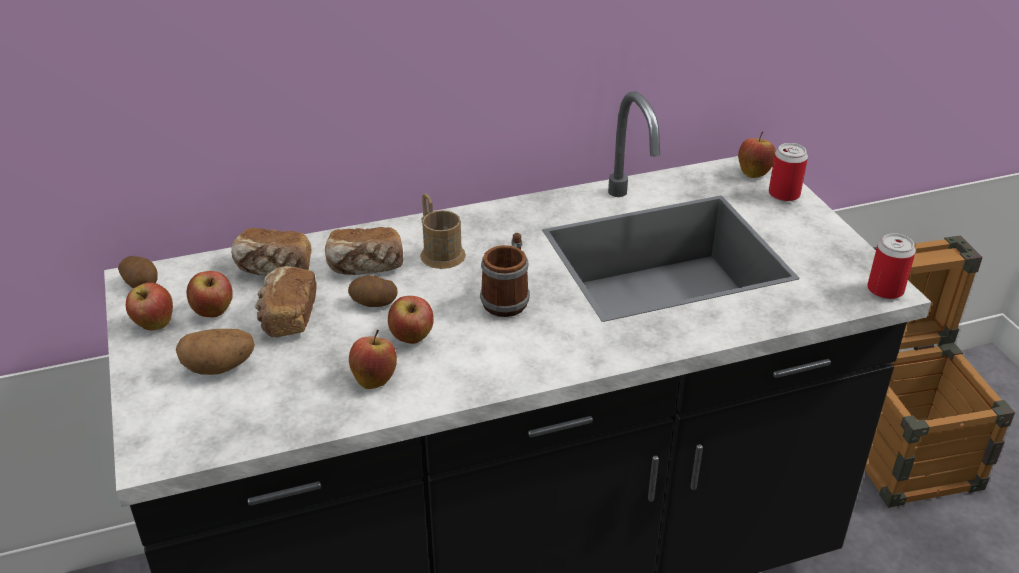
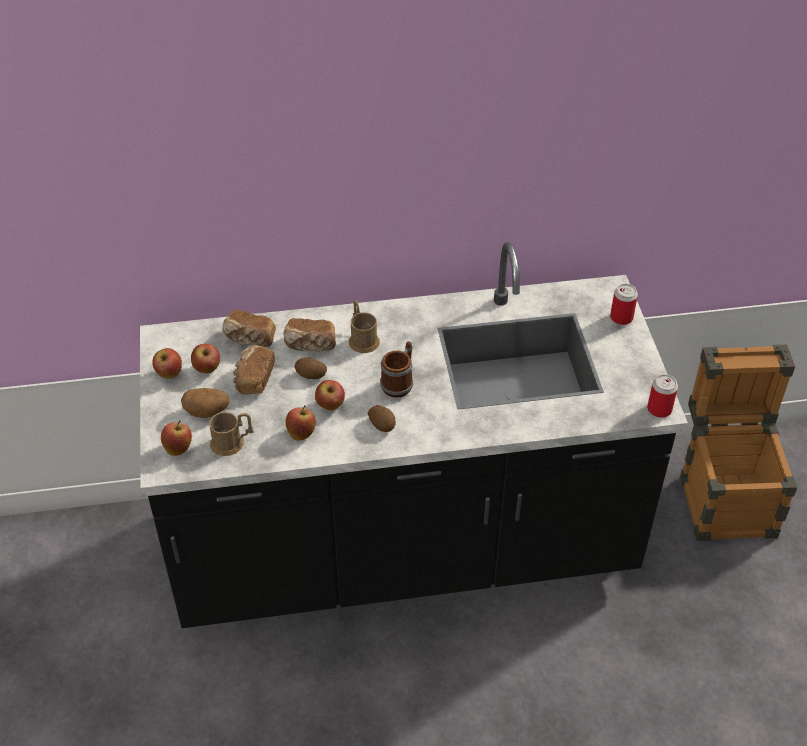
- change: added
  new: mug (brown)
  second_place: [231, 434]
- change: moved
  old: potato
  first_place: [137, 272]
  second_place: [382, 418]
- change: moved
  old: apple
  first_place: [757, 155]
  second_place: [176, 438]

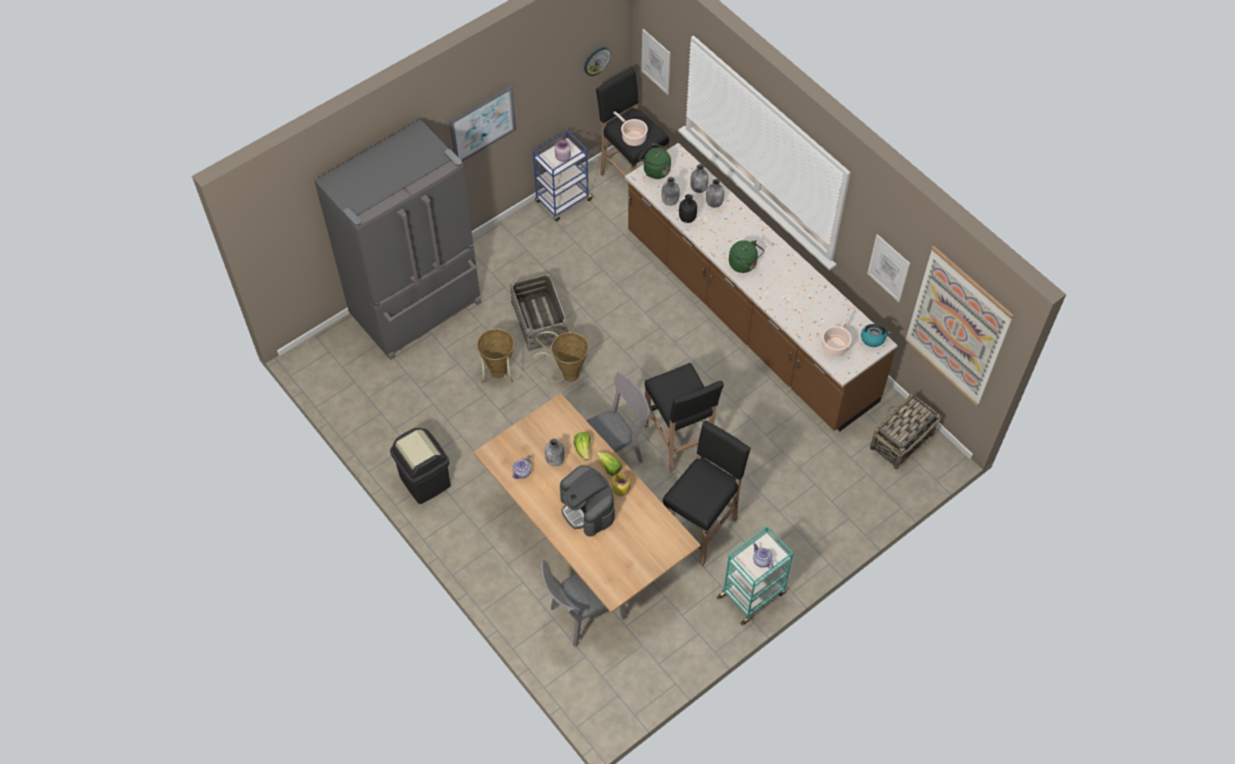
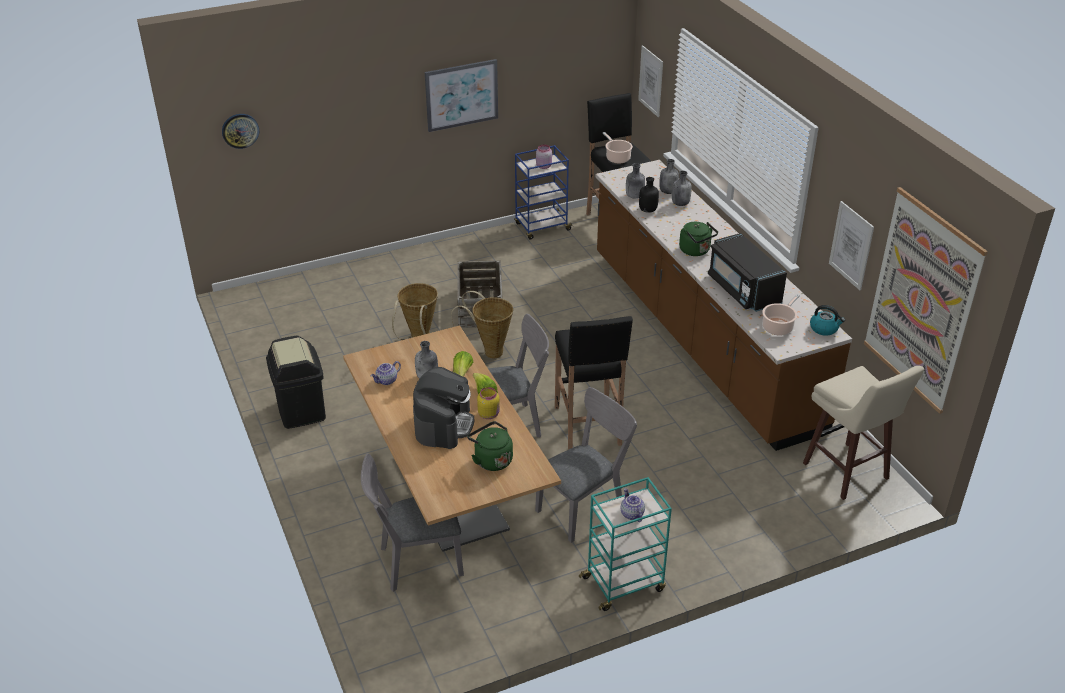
- change: removed
  old: fridge (grey)
  first_place: [397, 240]
- change: added
  new: microwave (black)
  second_place: [747, 272]
- change: moved
  old: wall clock
  first_place: [597, 61]
  second_place: [240, 131]
- change: moved
  old: kettle (green)
  first_place: [655, 161]
  second_place: [490, 446]
- change: replaced
  old: stool (black)
  new: chair (grey)
  first_place: [707, 492]
  second_place: [586, 465]
- change: replaced
  old: basket
  new: stool (beige)
  first_place: [905, 431]
  second_place: [863, 433]
- change: turned
  old: coffee machine
  first_place: [587, 500]
  second_place: [443, 408]
  degrees: -150

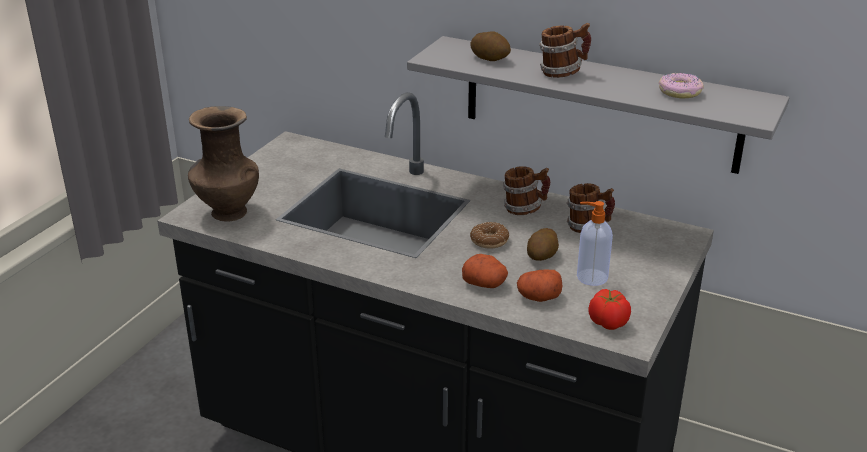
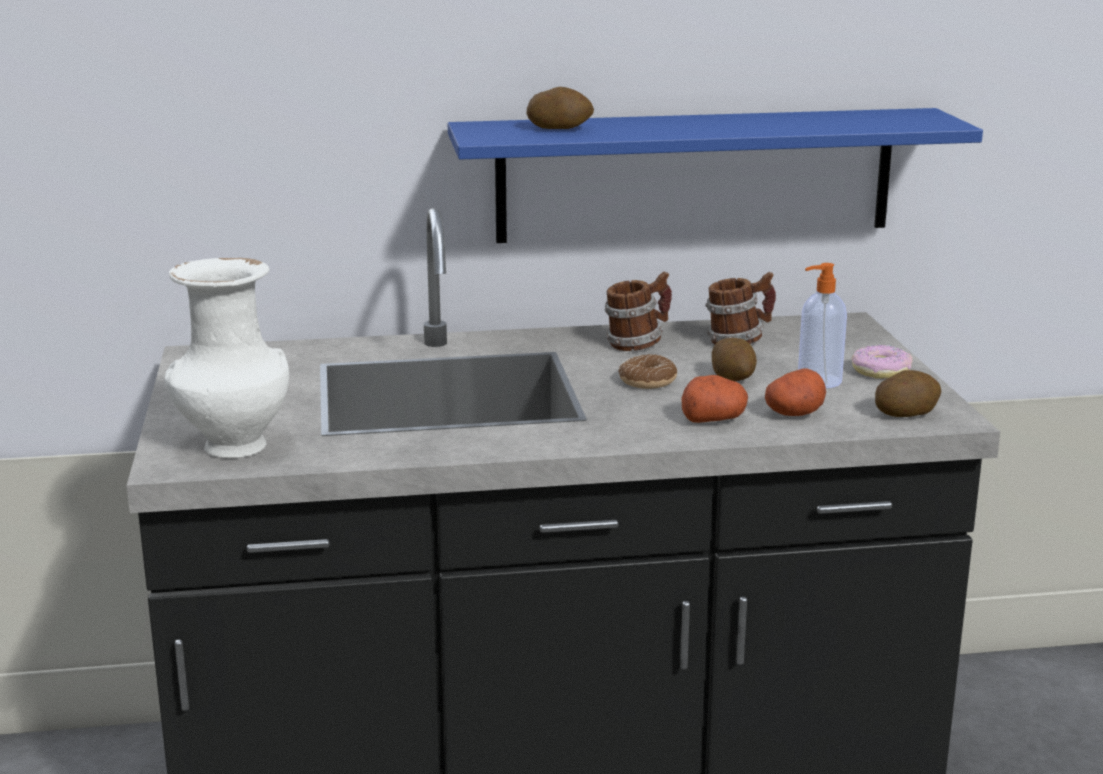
- change: removed
  old: mug
  first_place: [565, 50]
- change: moved
  old: donut
  first_place: [681, 85]
  second_place: [881, 362]
- change: replaced
  old: tomato
  new: potato
  first_place: [610, 309]
  second_place: [908, 393]
- change: recoloured
  old: vase (brown)
  new: vase (white)
  first_place: [223, 164]
  second_place: [227, 358]
- change: recoloured
  old: shelf (grey)
  new: shelf (blue)
  first_place: [598, 105]
  second_place: [715, 175]

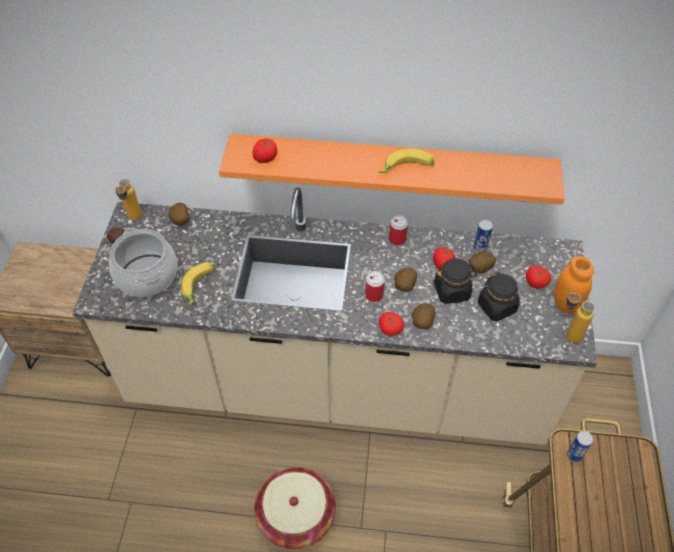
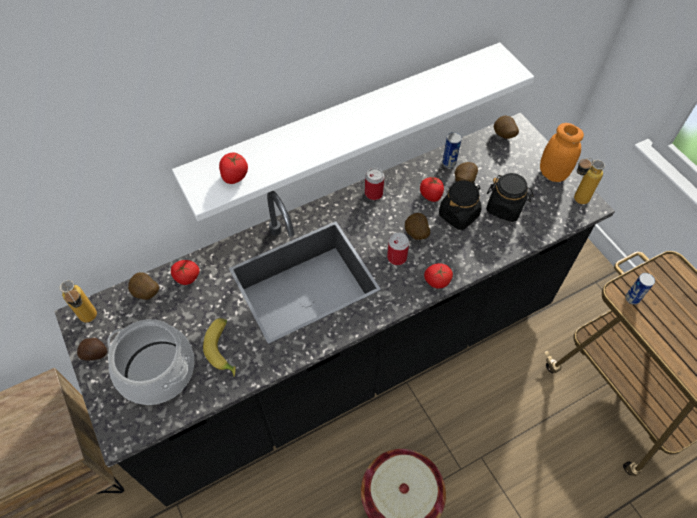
- change: removed
  old: banana
  first_place: [406, 160]
- change: moved
  old: potato
  first_place: [423, 316]
  second_place: [506, 127]
- change: moved
  old: tomato
  first_place: [538, 277]
  second_place: [185, 272]
- change: recoloured
  old: counter (beige)
  new: counter (black)
  first_place: [334, 316]
  second_place: [334, 310]
- change: recoloured
  old: shelf (orange)
  new: shelf (white)
  first_place: [392, 169]
  second_place: [353, 131]

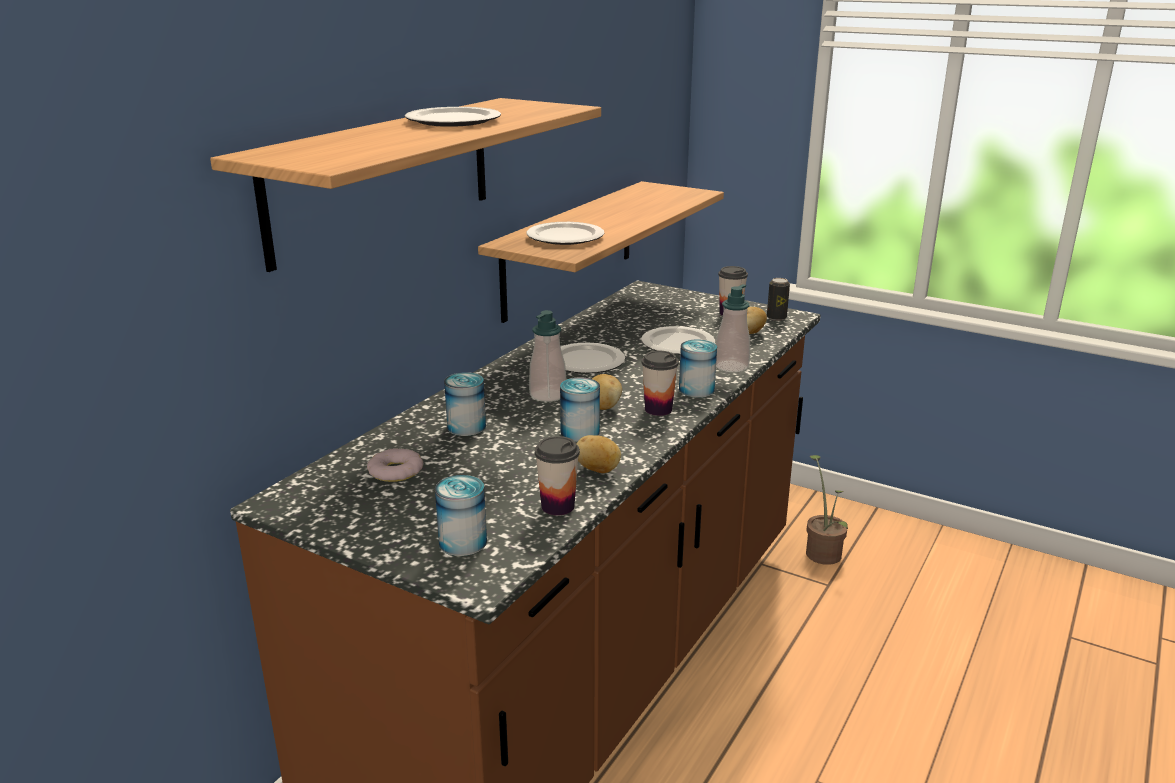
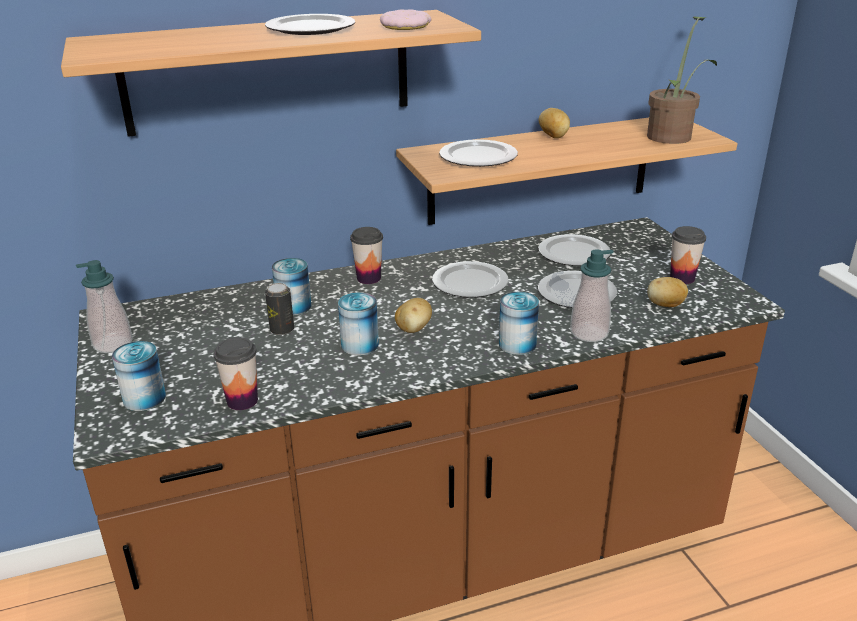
- change: added
  new: plate
  second_place: [574, 250]
- change: moved
  old: donut
  first_place: [395, 465]
  second_place: [405, 19]
- change: moved
  old: soap dispenser
  first_place: [547, 356]
  second_place: [104, 306]
- change: moved
  old: potato
  first_place: [599, 454]
  second_place: [554, 123]
- change: moved
  old: cup
  first_place: [660, 383]
  second_place: [366, 255]
- change: moved
  old: can
  first_place: [778, 299]
  second_place: [279, 309]
- change: moved
  old: potted plant
  first_place: [827, 510]
  second_place: [682, 80]

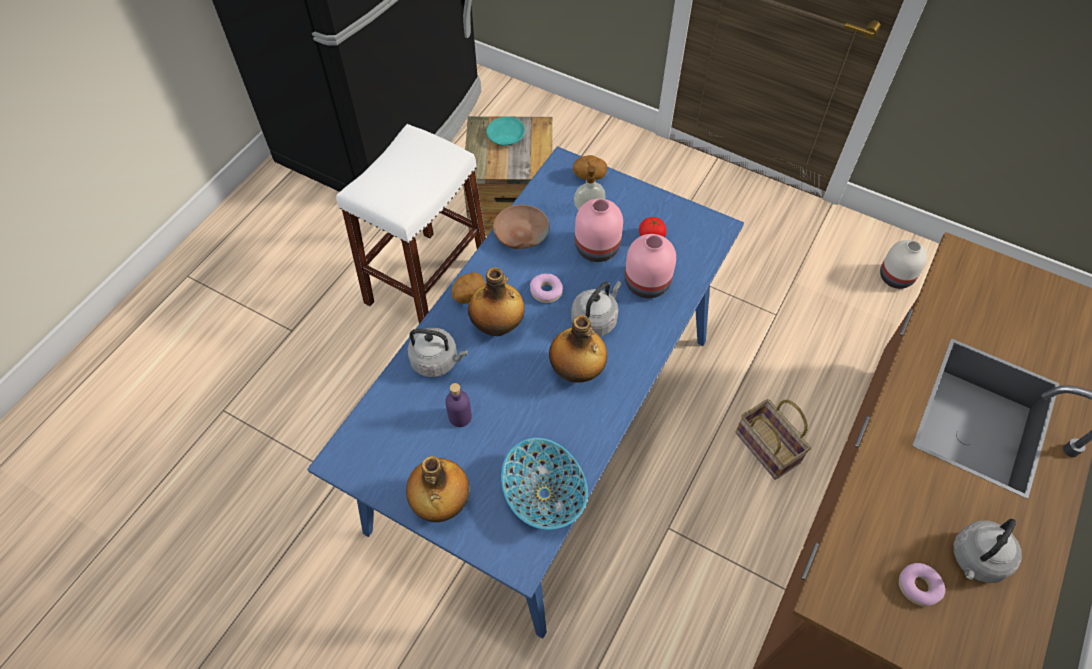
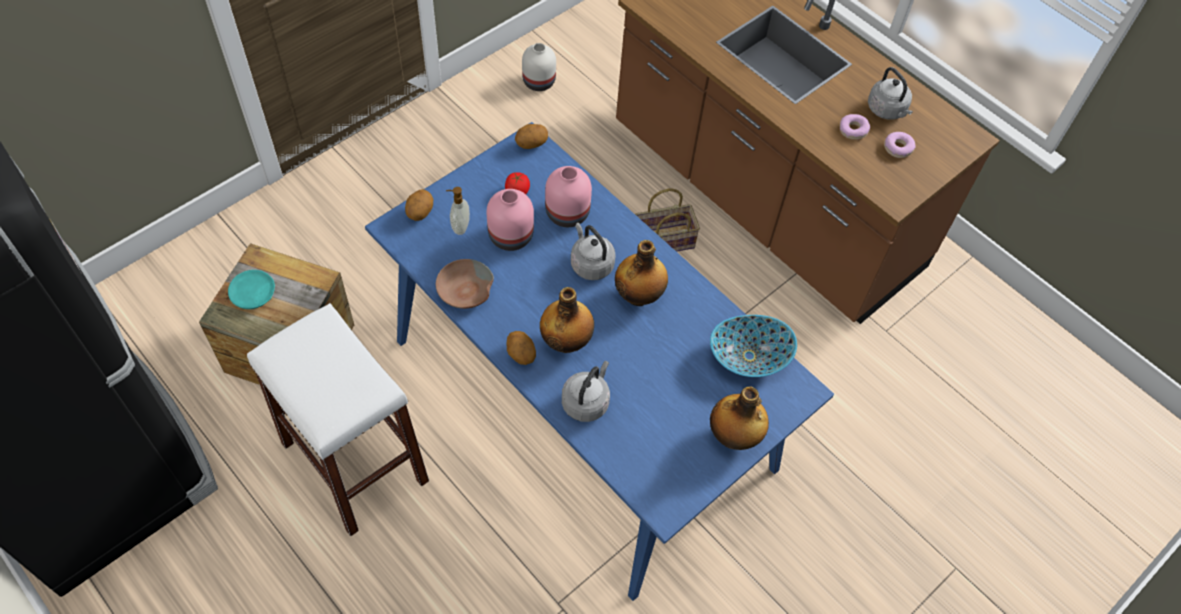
- change: removed
  old: bottle (purple)
  first_place: [458, 405]
- change: added
  new: potato
  second_place: [531, 136]
- change: moved
  old: donut
  first_place: [546, 288]
  second_place: [855, 127]

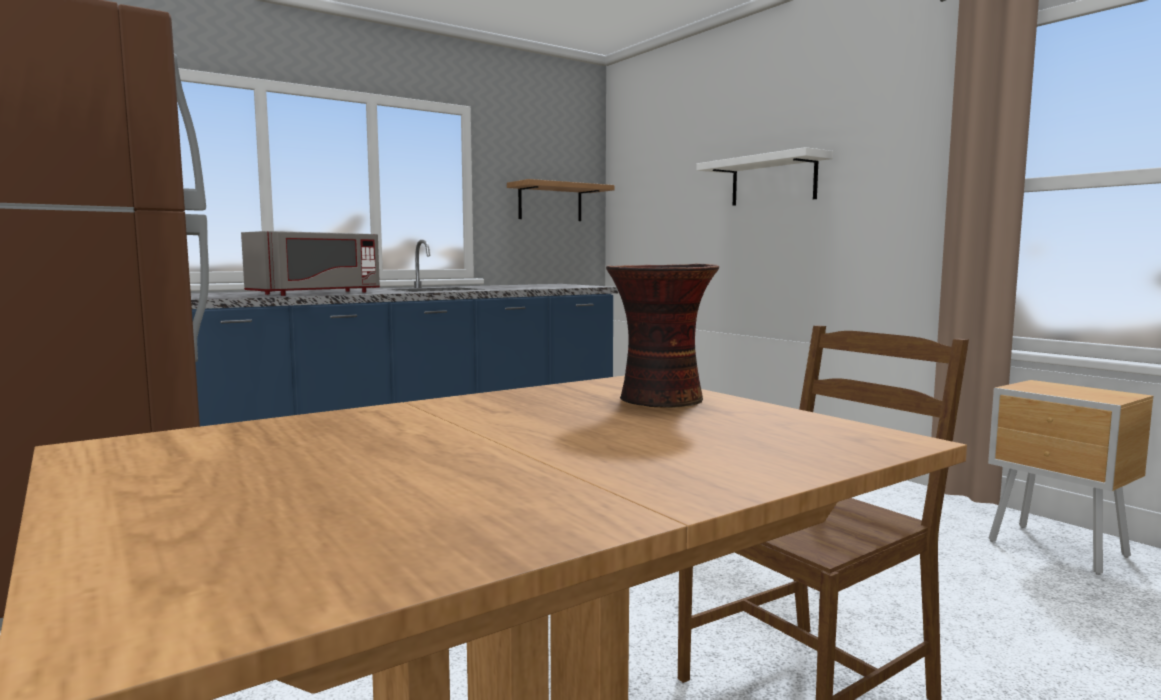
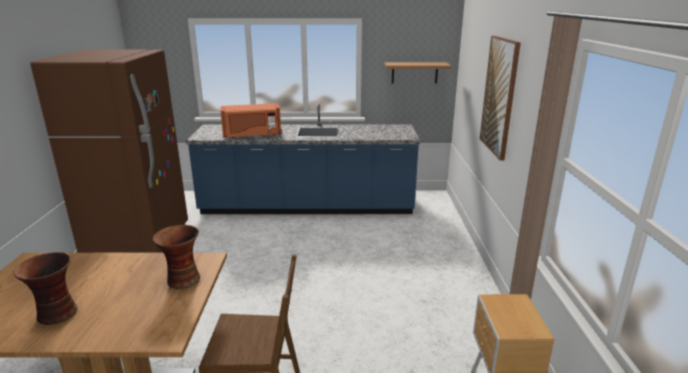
- change: added
  new: vase
  second_place: [46, 288]
- change: replaced
  old: shelf (white)
  new: picture
  first_place: [764, 176]
  second_place: [500, 98]
- change: recoloured
  old: microwave (grey)
  new: microwave (orange)
  first_place: [310, 263]
  second_place: [250, 120]

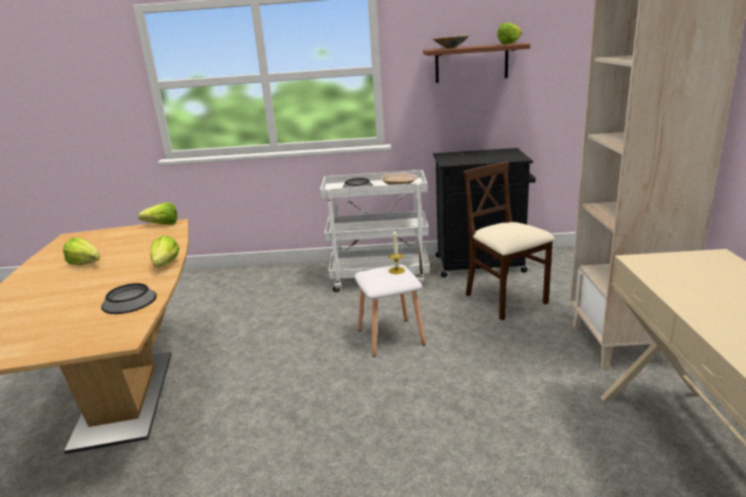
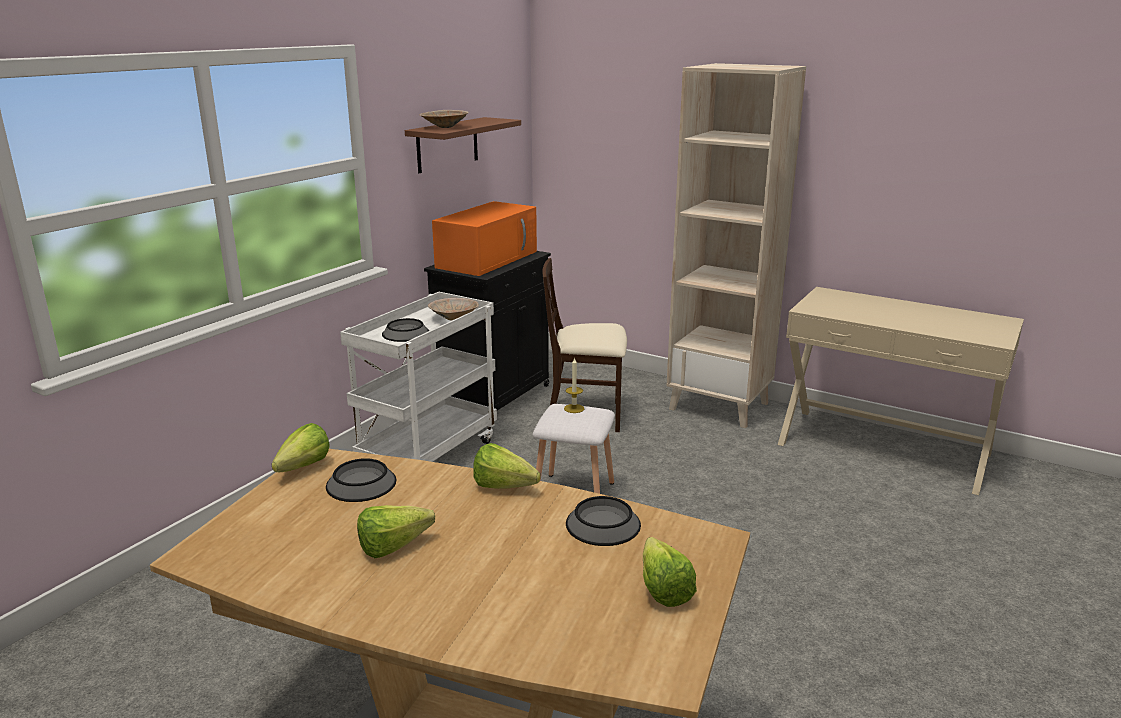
- change: added
  new: bowl
  second_place: [361, 480]
- change: added
  new: microwave (orange)
  second_place: [484, 238]
- change: moved
  old: lettuce
  first_place: [509, 33]
  second_place: [670, 572]

